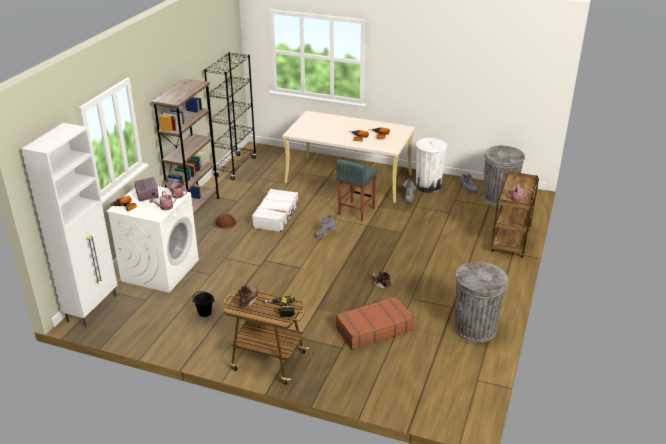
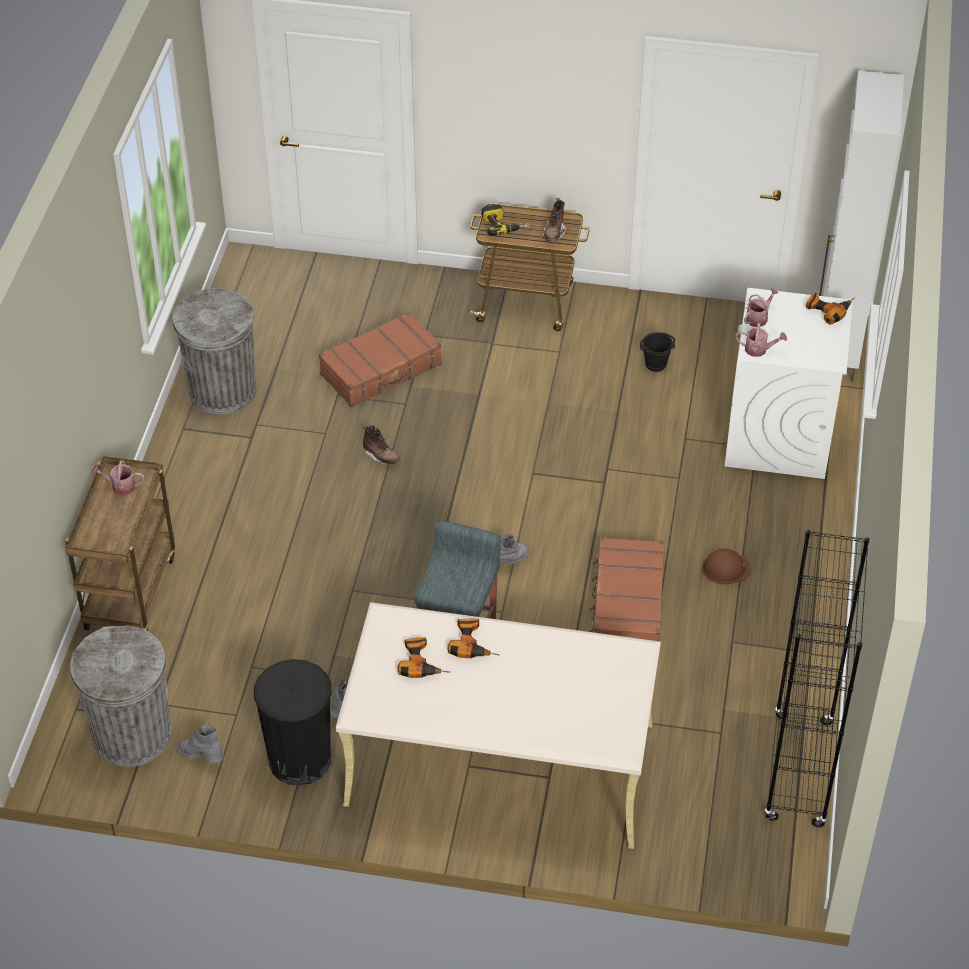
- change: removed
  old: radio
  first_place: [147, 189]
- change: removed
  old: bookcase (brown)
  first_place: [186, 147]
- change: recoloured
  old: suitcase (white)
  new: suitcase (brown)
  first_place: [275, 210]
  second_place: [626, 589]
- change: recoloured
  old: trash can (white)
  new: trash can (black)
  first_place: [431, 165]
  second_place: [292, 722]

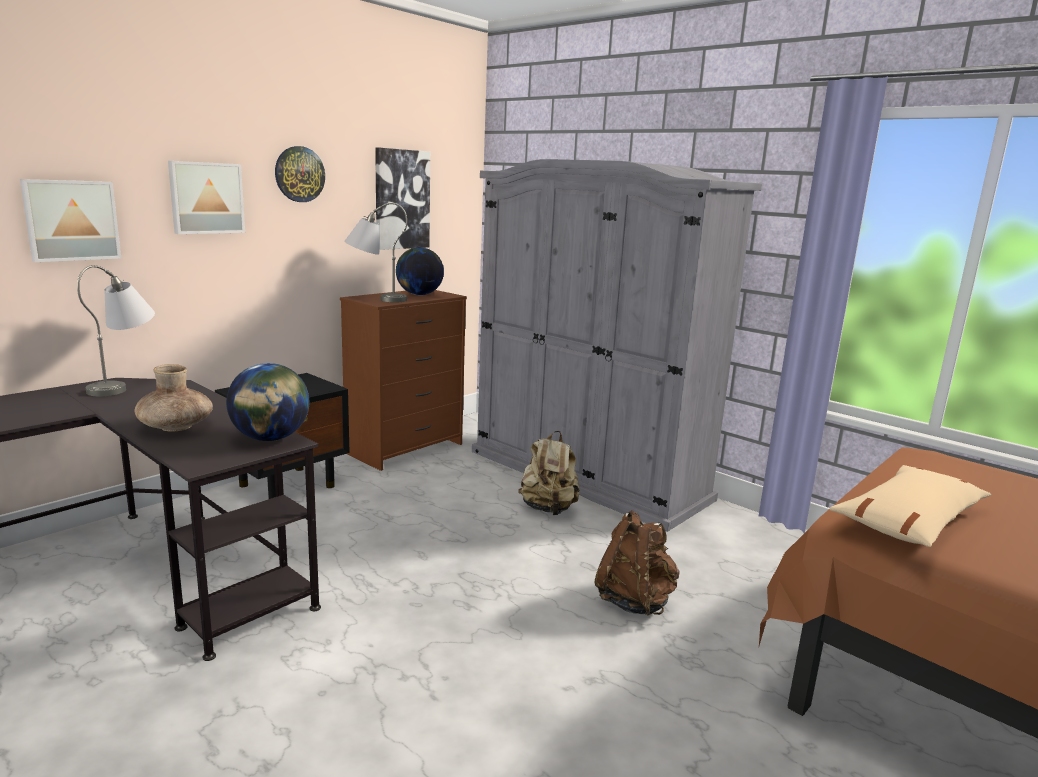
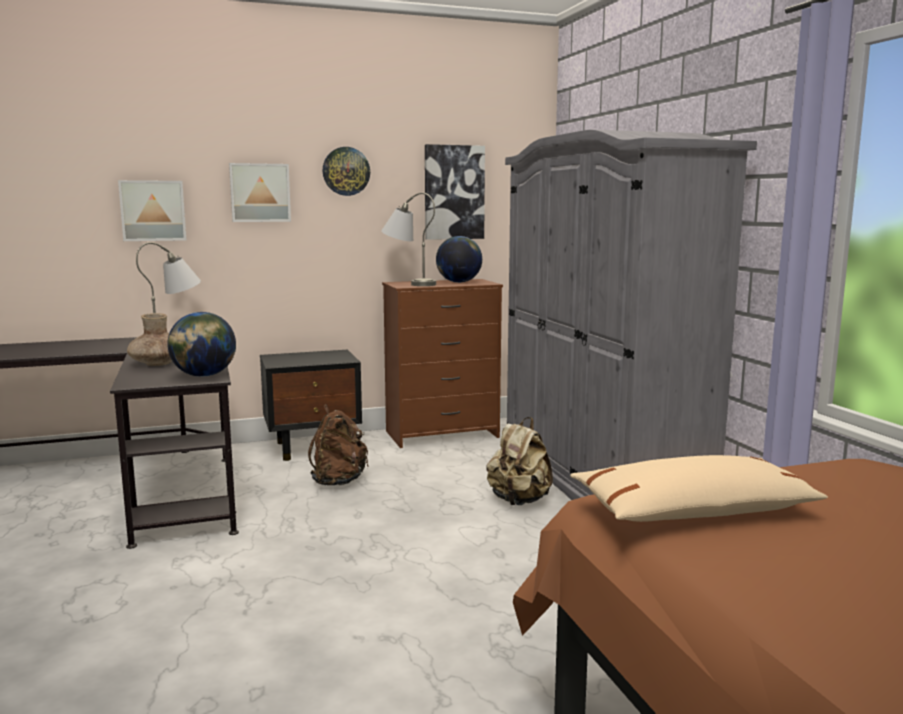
- change: moved
  old: backpack (brown)
  first_place: [637, 562]
  second_place: [338, 444]

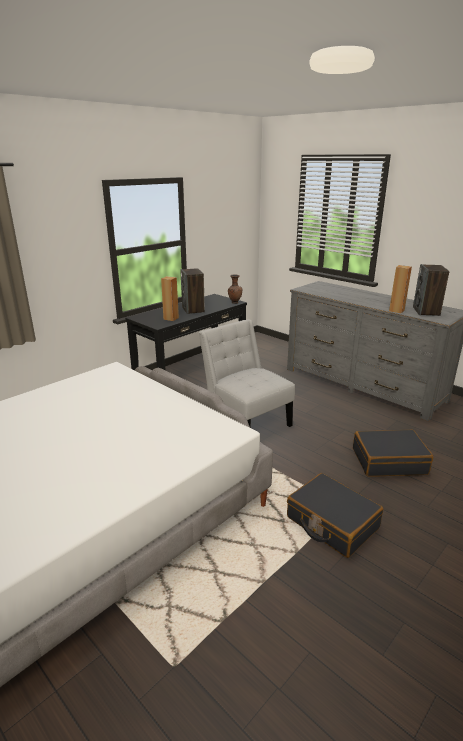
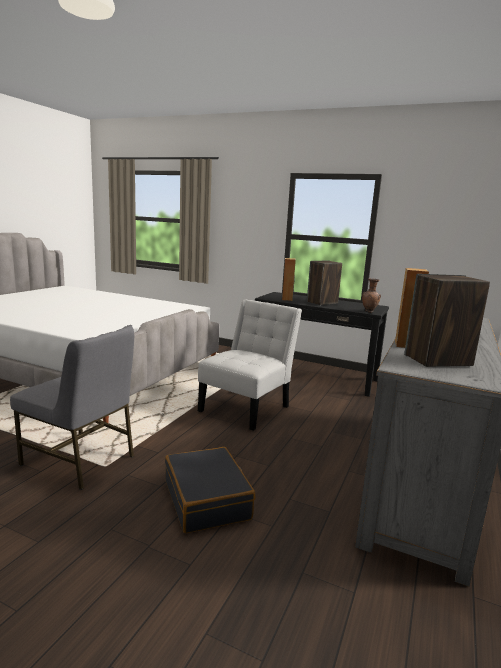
- change: replaced
  old: suitcase (black)
  new: chair (grey)
  first_place: [335, 515]
  second_place: [72, 407]

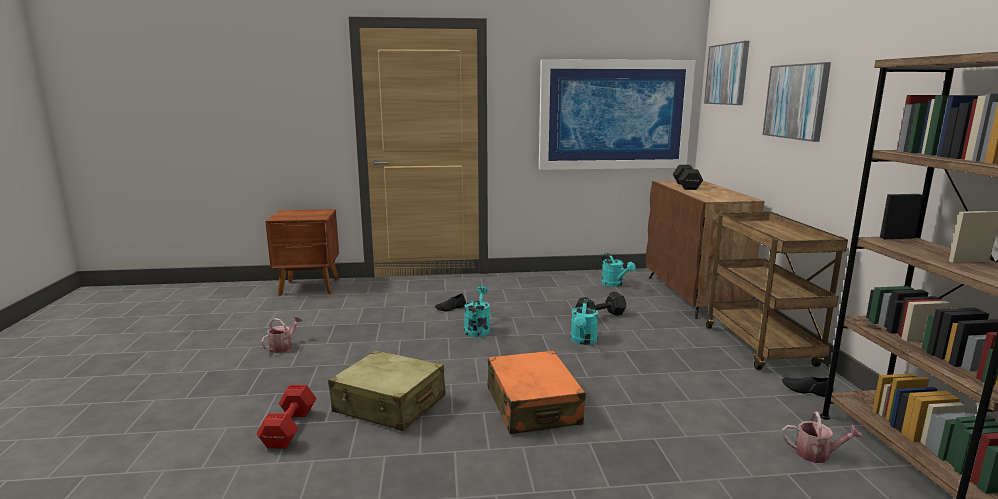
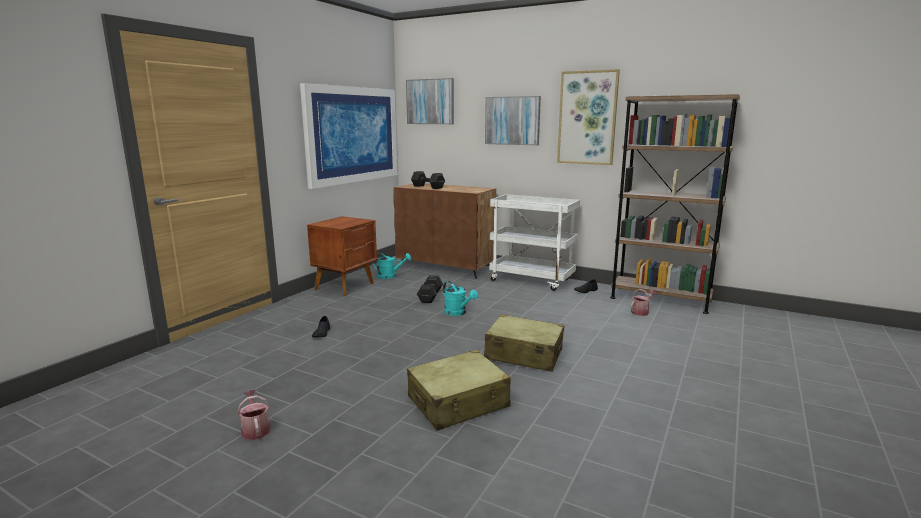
- change: removed
  old: dumbbell (red)
  first_place: [286, 417]
- change: removed
  old: watering can (turquoise)
  first_place: [477, 311]
- change: added
  new: picture
  second_place: [588, 117]
- change: moved
  old: nightstand (brown)
  first_place: [302, 252]
  second_place: [342, 256]
- change: recoloured
  old: suitcase (orange)
  new: suitcase (beige)
  first_place: [537, 392]
  second_place: [524, 343]
- change: recoloured
  old: cart (brown)
  new: cart (white)
  first_place: [777, 291]
  second_place: [534, 242]

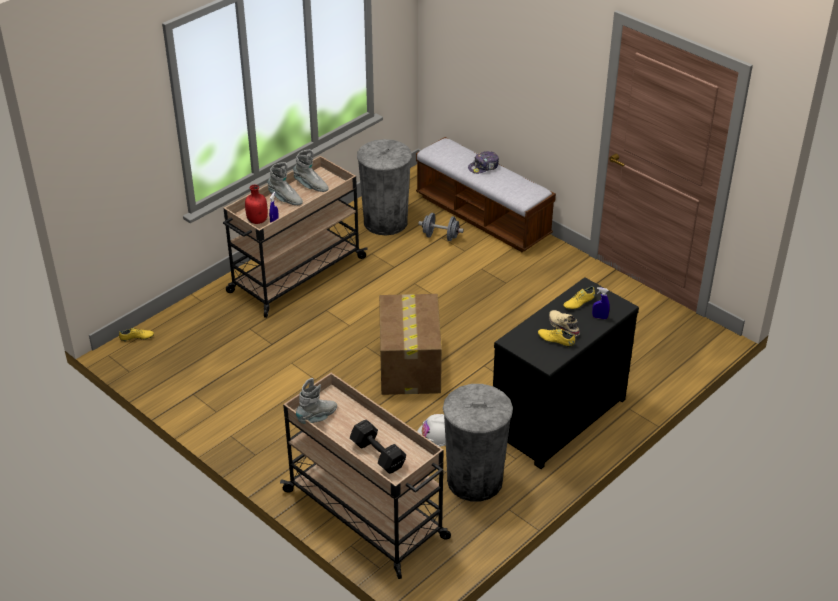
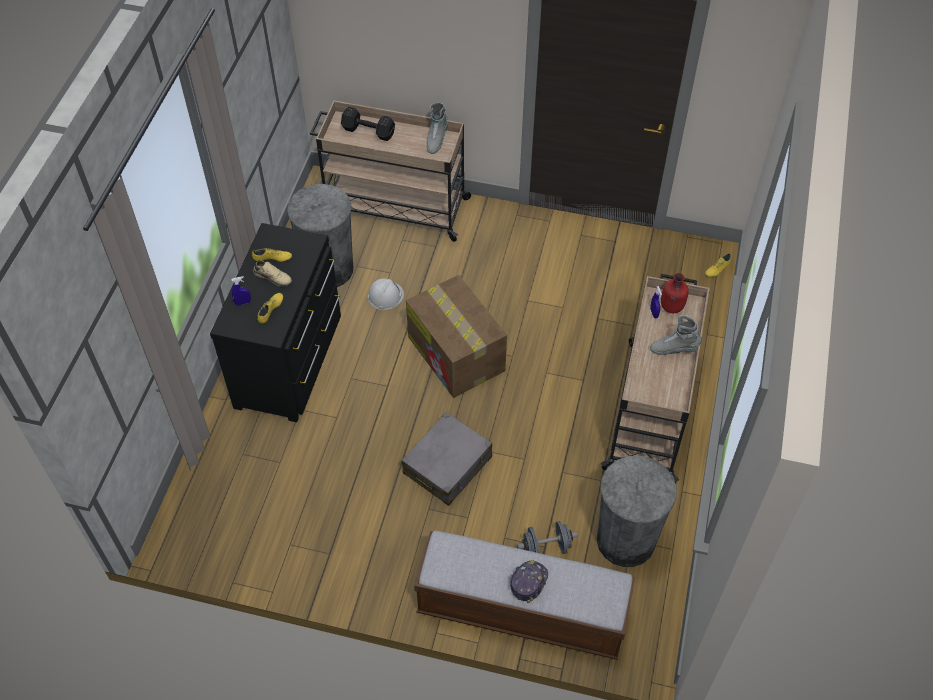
- change: removed
  old: boot (grey)
  first_place: [311, 170]
- change: added
  new: suitcase (grey)
  second_place: [447, 459]

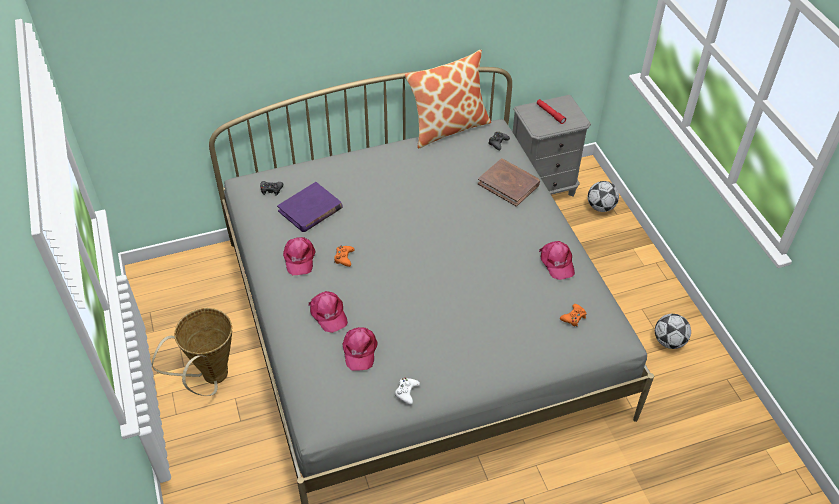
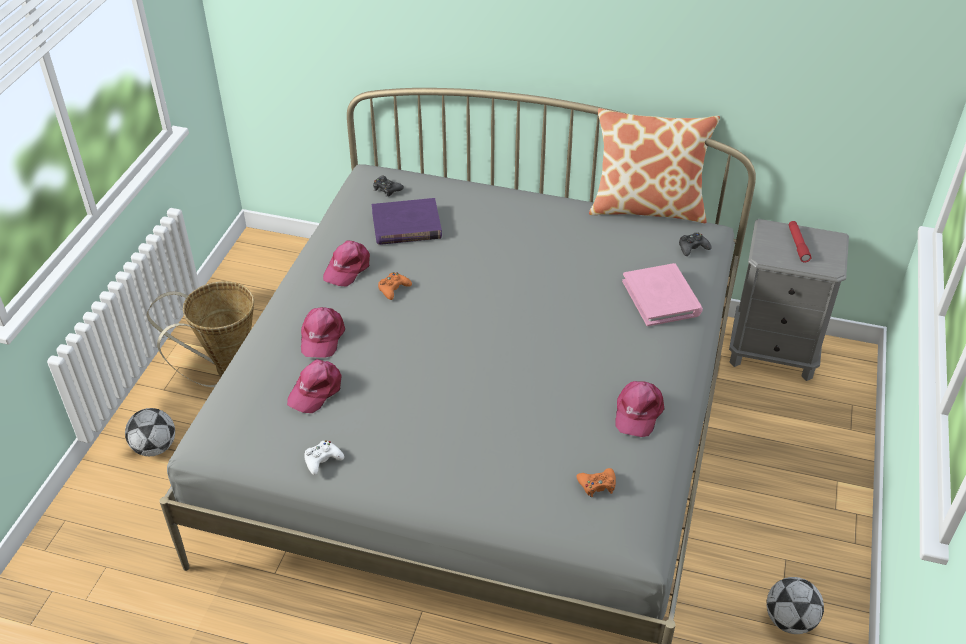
- change: moved
  old: football
  first_place: [603, 196]
  second_place: [150, 432]
- change: recoloured
  old: book (brown)
  new: book (pink)
  first_place: [509, 182]
  second_place: [662, 294]

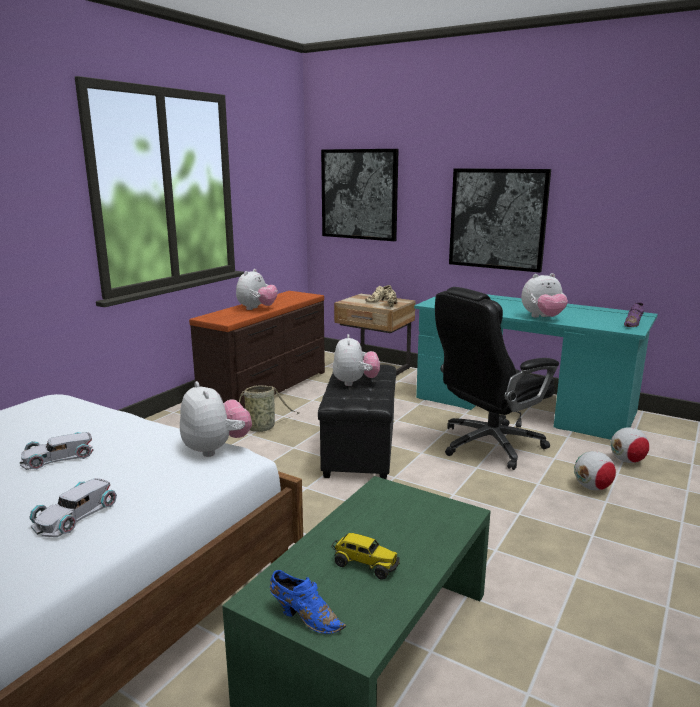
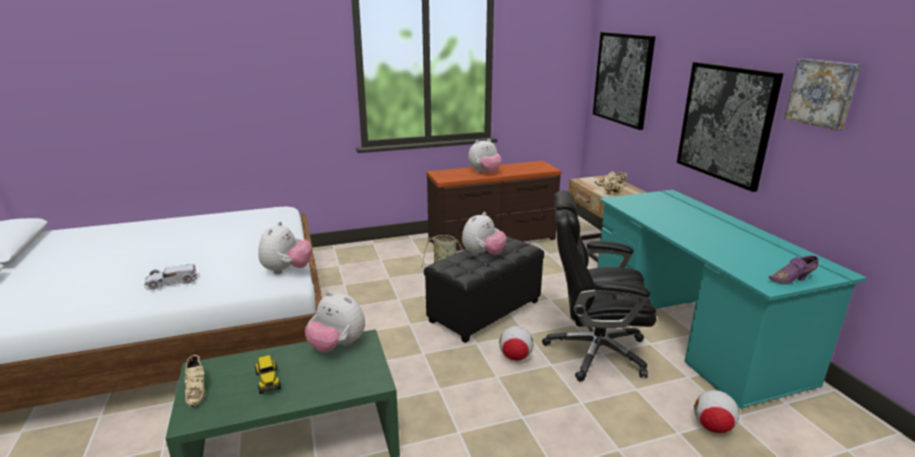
- change: removed
  old: toy car (white)
  first_place: [56, 451]
- change: added
  new: picture
  second_place: [822, 94]
- change: moved
  old: plush toy
  first_place: [544, 295]
  second_place: [335, 322]
- change: moved
  old: football
  first_place: [595, 471]
  second_place: [516, 343]
- change: recoloured
  old: shoe (blue)
  new: shoe (beige)
  first_place: [308, 602]
  second_place: [194, 381]

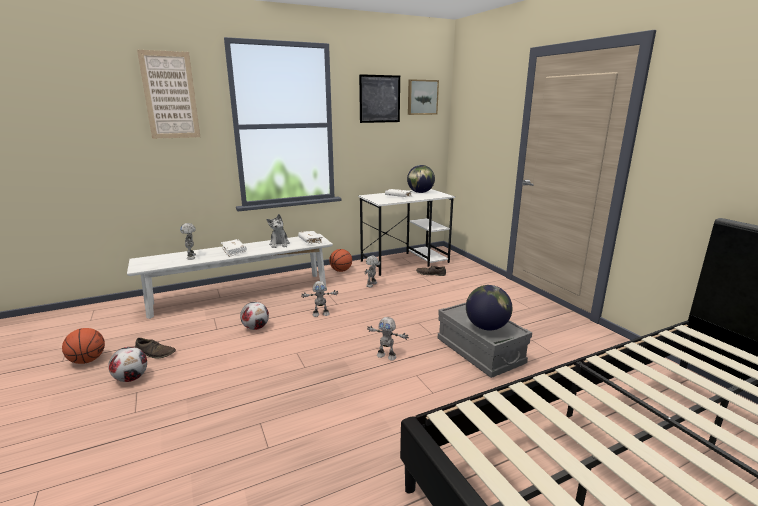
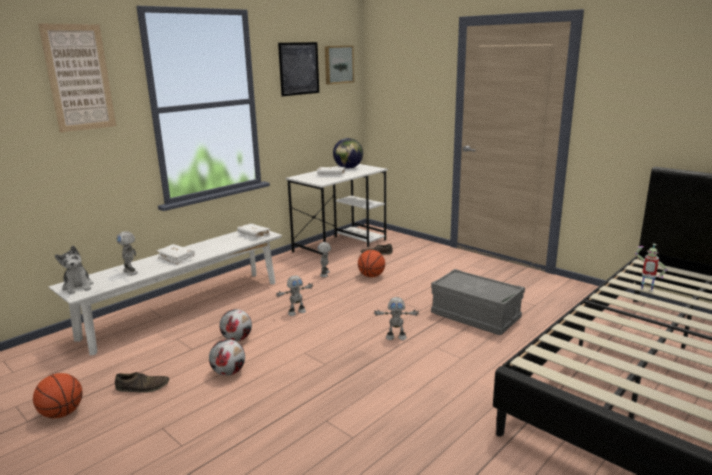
- change: removed
  old: globe
  first_place: [489, 308]
- change: added
  new: toy robot
  second_place: [651, 268]
- change: moved
  old: football
  first_place: [127, 364]
  second_place: [227, 357]
- change: moved
  old: plush toy
  first_place: [278, 231]
  second_place: [74, 270]
- change: moved
  old: basketball
  first_place: [340, 260]
  second_place: [371, 263]

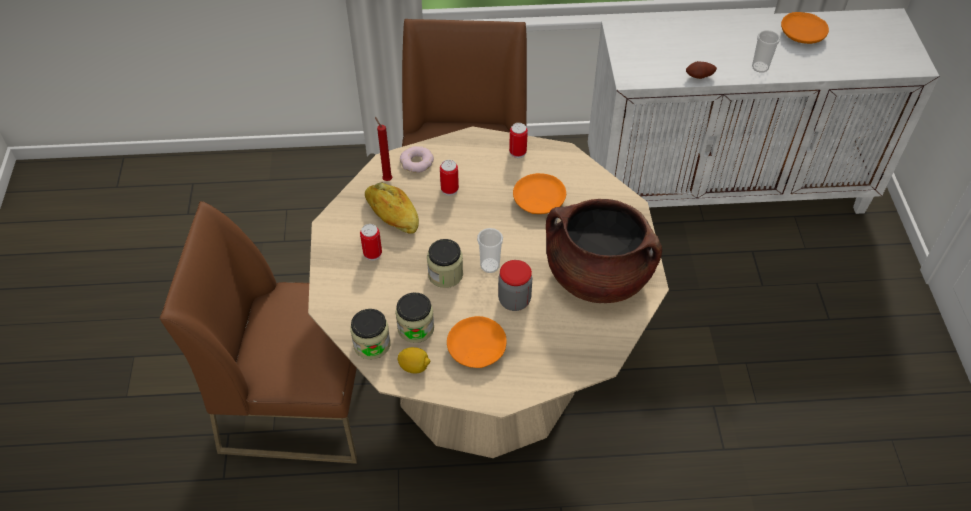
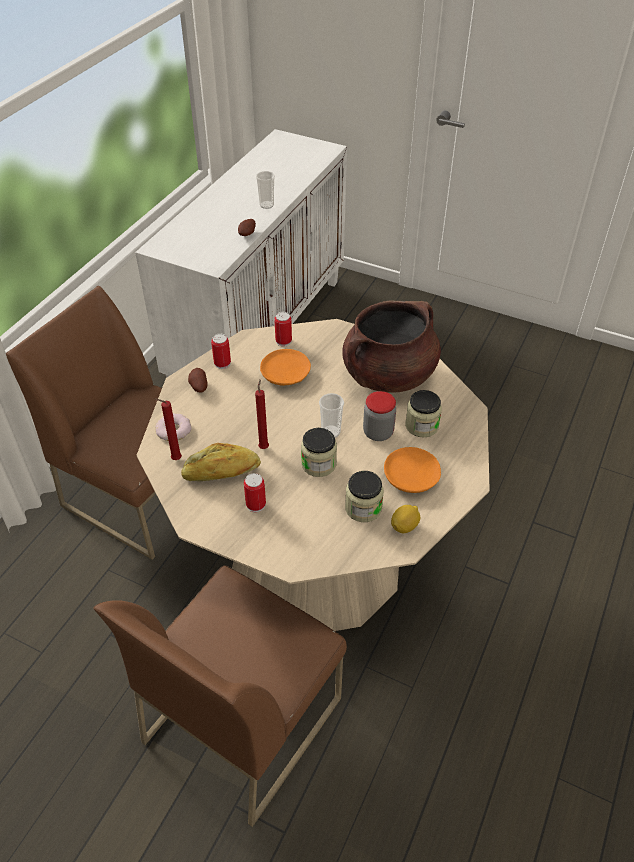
- change: removed
  old: plate (orange)
  first_place: [805, 28]
- change: added
  new: potato
  second_place: [198, 380]
- change: added
  new: candle (red)
  second_place: [262, 414]
- change: moved
  old: jar
  first_place: [370, 334]
  second_place: [423, 413]
- change: moved
  old: can
  first_place: [449, 178]
  second_place: [283, 329]

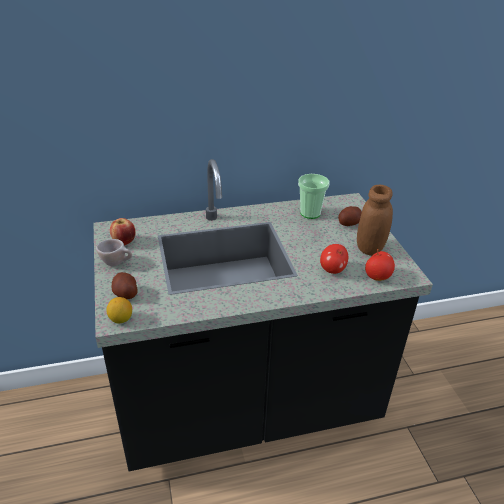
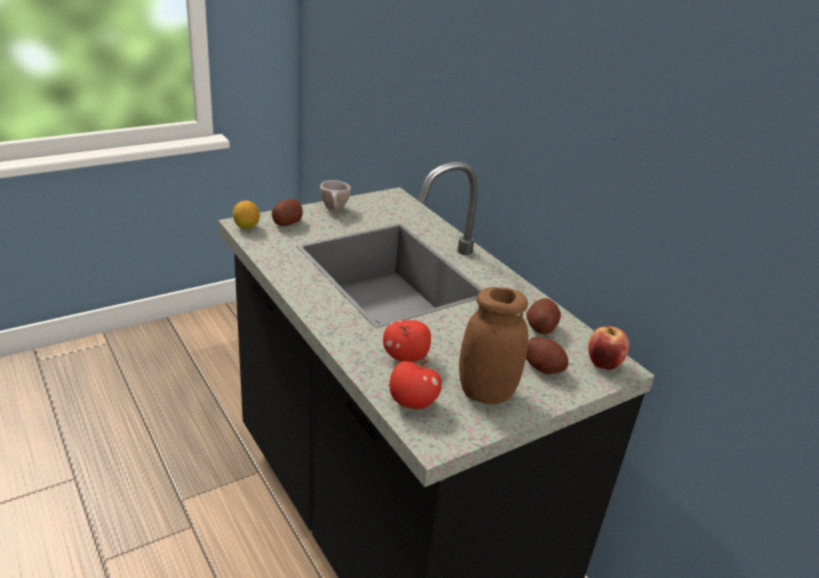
- change: moved
  old: apple
  first_place: [123, 232]
  second_place: [608, 348]
- change: replaced
  old: cup
  new: potato
  first_place: [313, 196]
  second_place: [543, 316]

